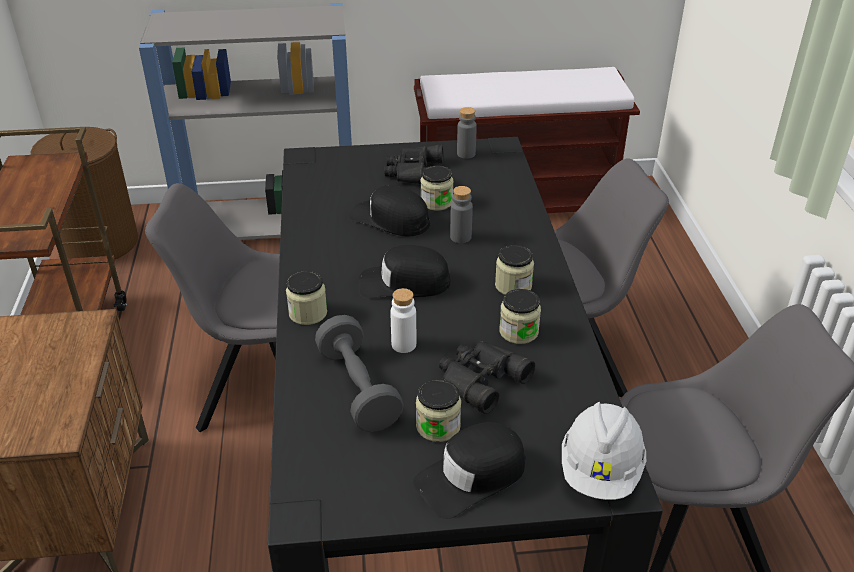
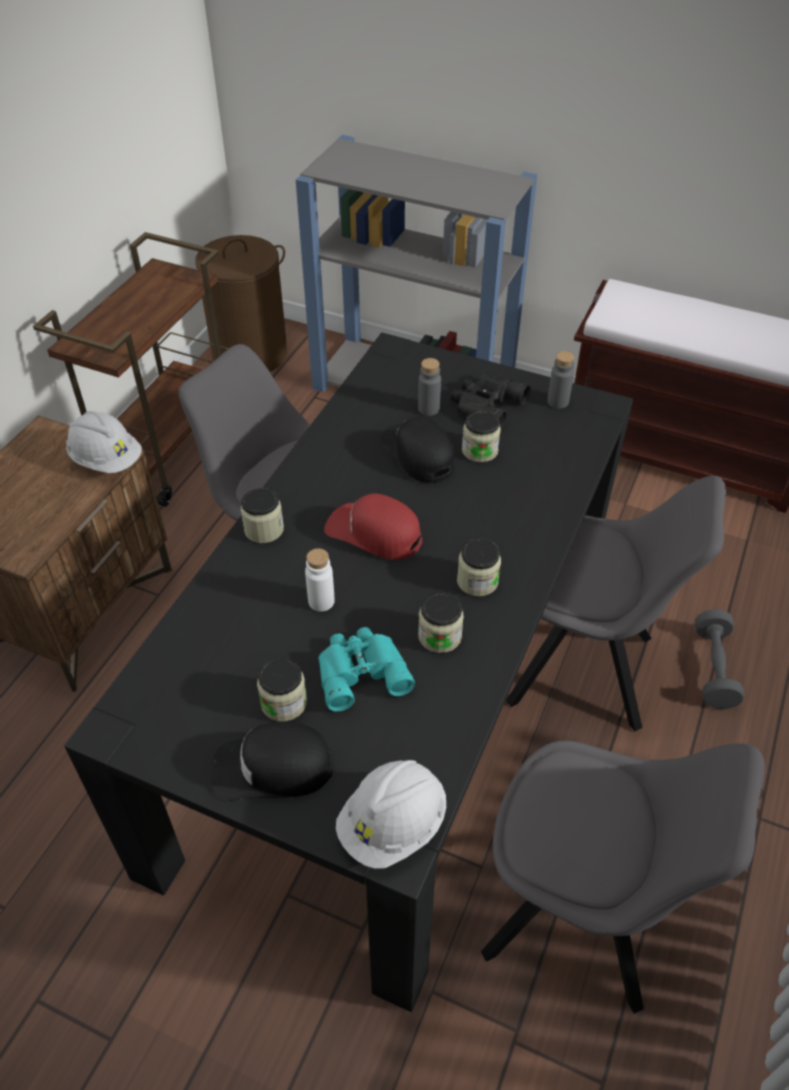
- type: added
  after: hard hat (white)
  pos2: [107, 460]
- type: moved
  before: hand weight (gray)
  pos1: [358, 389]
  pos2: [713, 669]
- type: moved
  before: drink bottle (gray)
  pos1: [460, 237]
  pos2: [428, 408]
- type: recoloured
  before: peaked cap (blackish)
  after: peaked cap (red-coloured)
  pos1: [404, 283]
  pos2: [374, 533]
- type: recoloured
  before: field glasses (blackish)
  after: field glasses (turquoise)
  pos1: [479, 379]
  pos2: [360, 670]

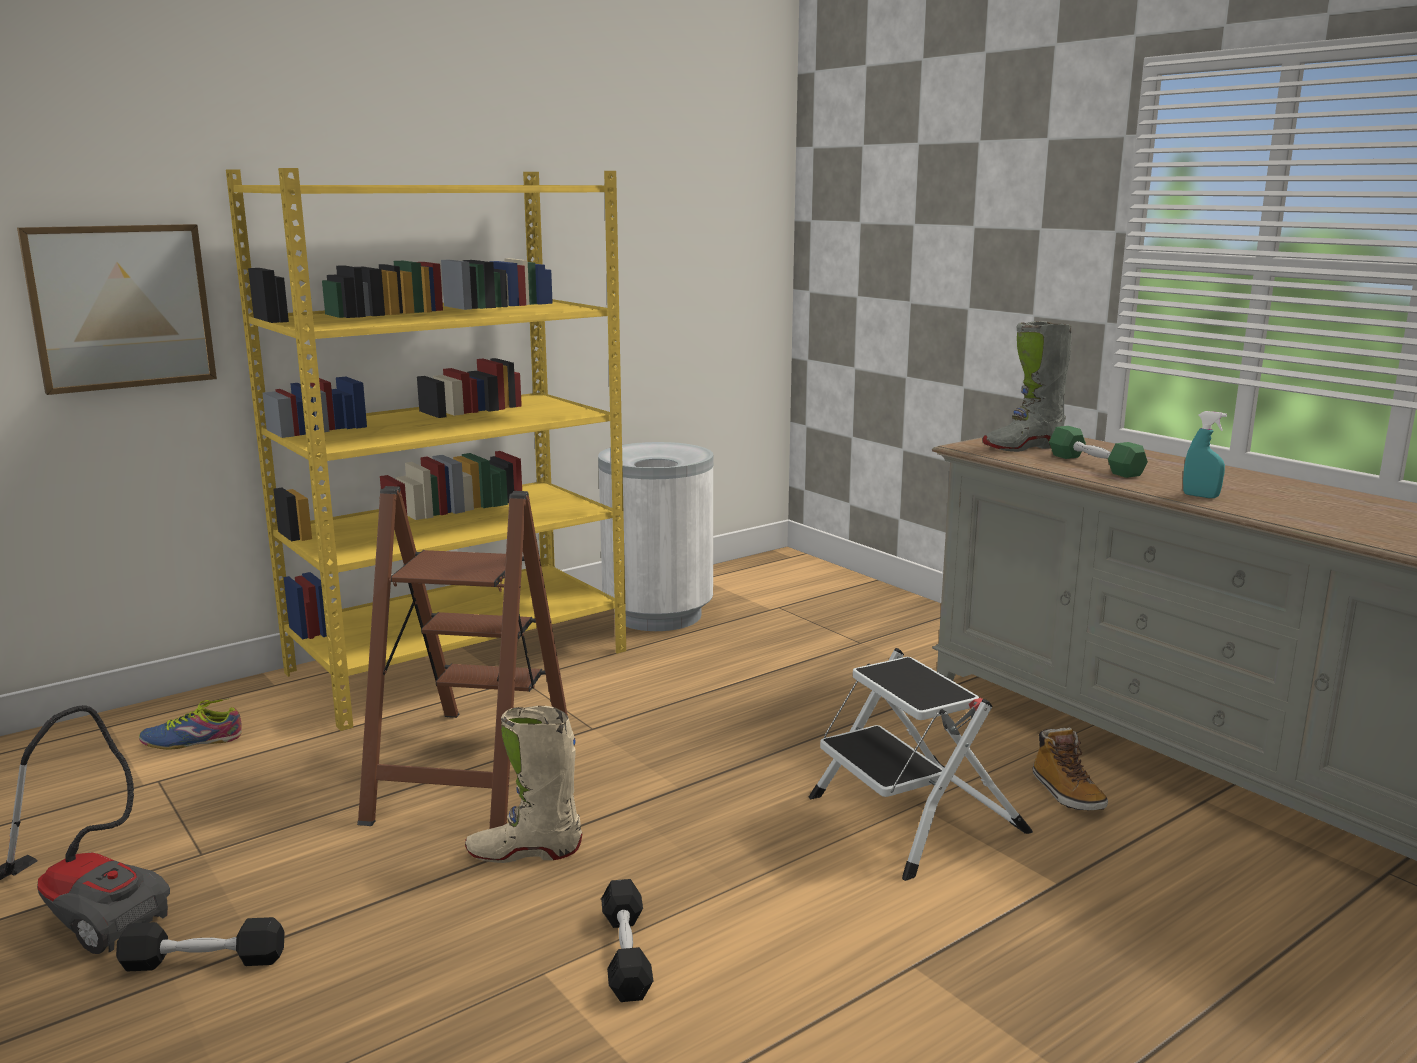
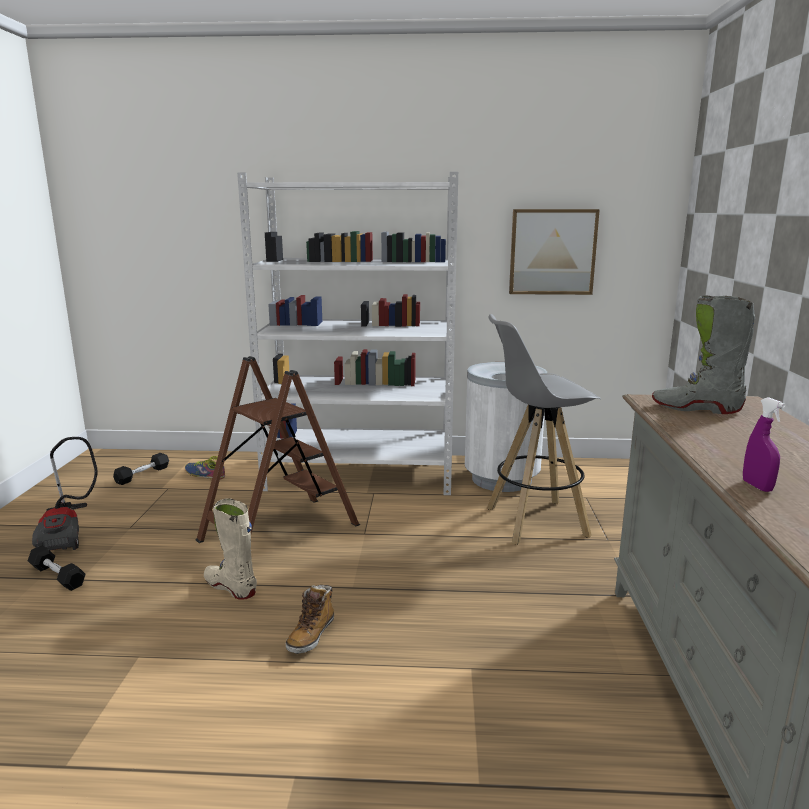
- type: removed
  before: stepladder
  pos1: [916, 817]
- type: removed
  before: hand weight (greenish)
  pos1: [1095, 465]
- type: added
  after: sitting stool (gray)
  pos2: [534, 521]
- type: moved
  before: wall picture
  pos1: [121, 307]
  pos2: [552, 252]
- type: moved
  before: hand weight (blackish)
  pos1: [626, 953]
  pos2: [142, 475]
- type: moved
  before: high-top boot
  pos1: [1066, 793]
  pos2: [311, 635]
- type: recoloured
  before: bookshelf (yellow-coloured)
  after: bookshelf (white)
  pos1: [459, 661]
  pos2: [361, 473]
- type: recoloured
  before: hand sprayer (turquoise)
  after: hand sprayer (purple-coloured)
  pos1: [1200, 496]
  pos2: [757, 486]

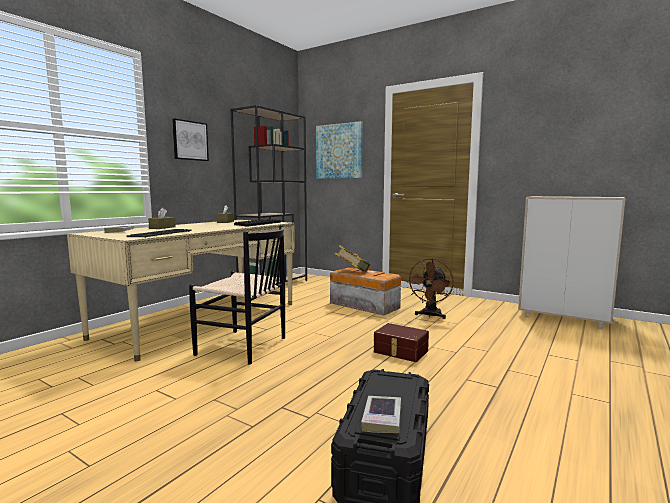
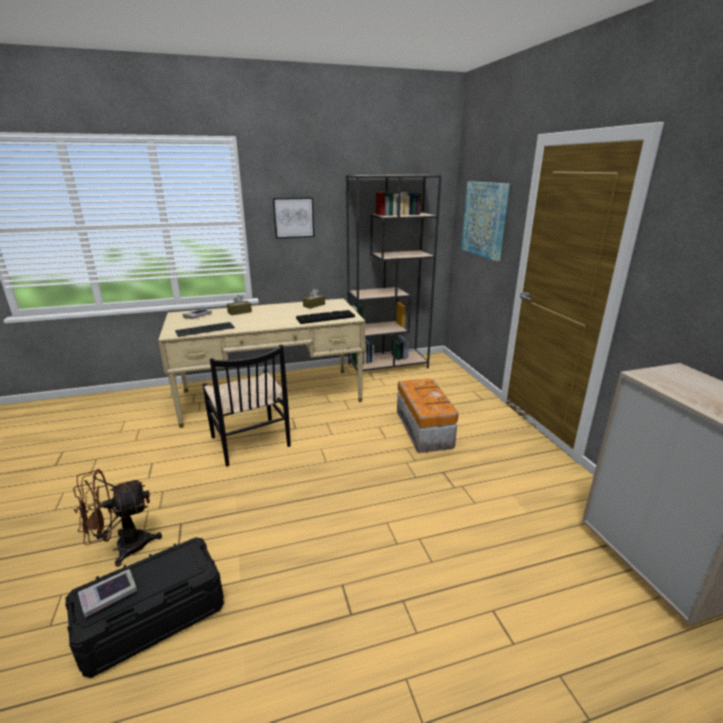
- type: removed
  before: volume
  pos1: [352, 272]
- type: removed
  before: storage container (brown-coloured)
  pos1: [400, 352]
- type: moved
  before: electric fan (brown-coloured)
  pos1: [430, 315]
  pos2: [123, 547]

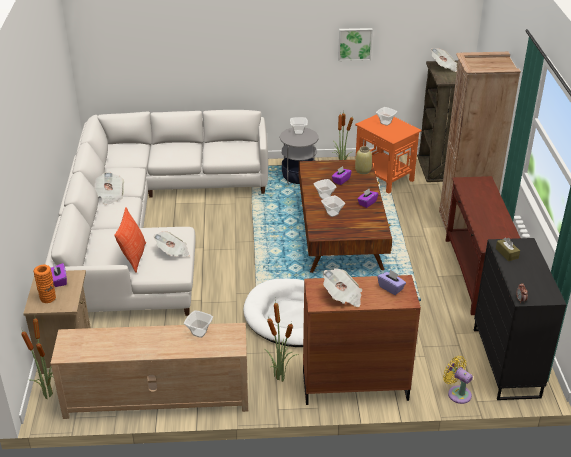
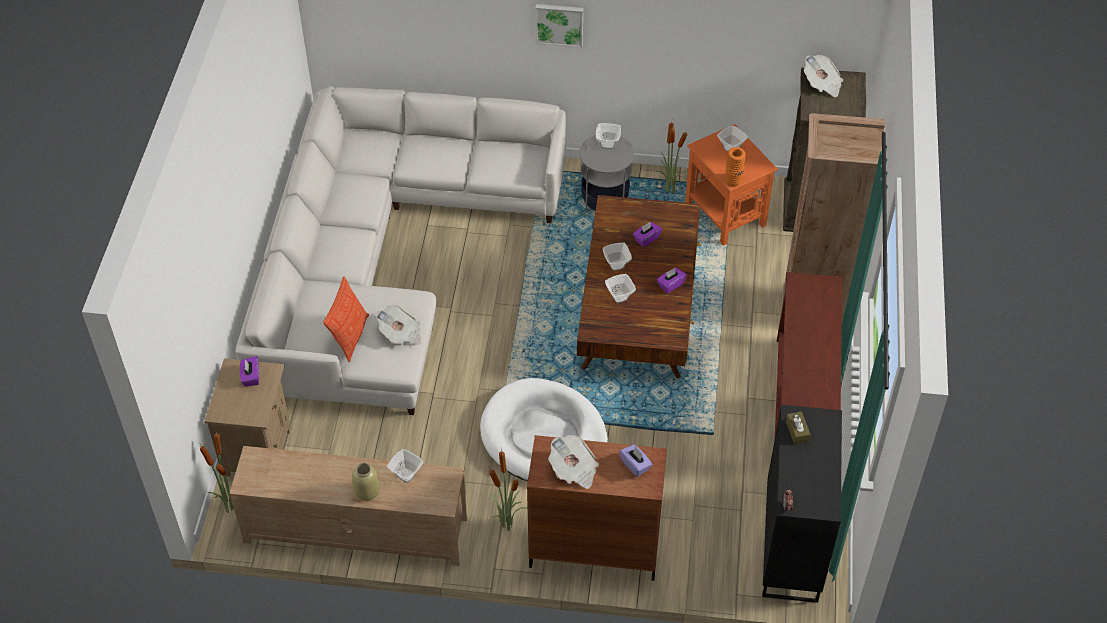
- type: removed
  before: daily paper
  pos1: [110, 195]
- type: removed
  before: electric fan (yellow-coloured)
  pos1: [457, 393]
- type: moved
  before: vase (orange-coloured)
  pos1: [48, 298]
  pos2: [733, 181]
- type: moved
  before: wall picture
  pos1: [354, 43]
  pos2: [559, 24]
- type: moved
  before: vase (beige-coloured)
  pos1: [363, 171]
  pos2: [367, 492]

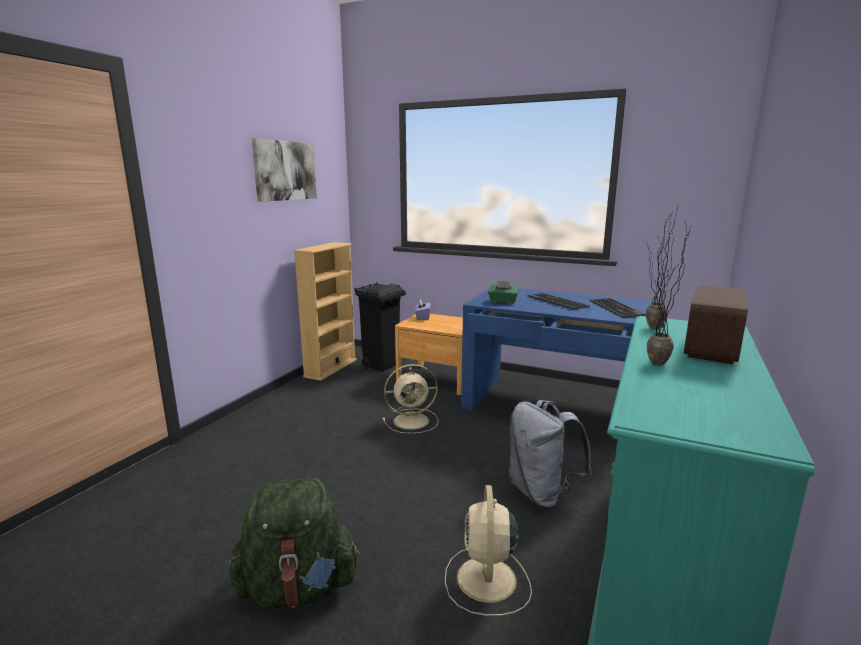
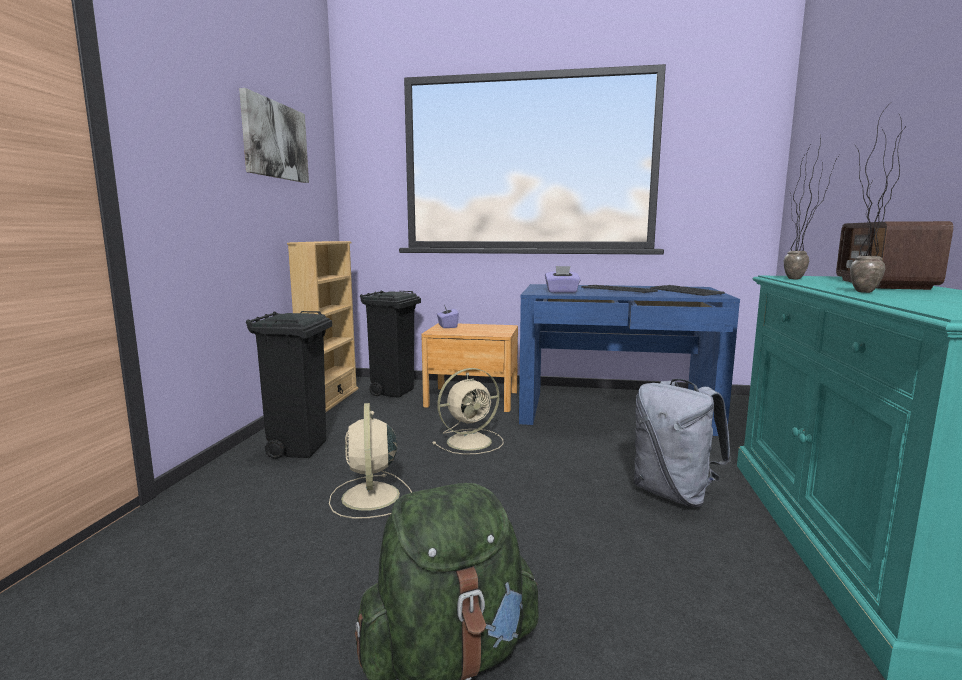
- type: added
  after: trash can (blackish)
  pos2: [299, 448]
- type: moved
  before: electric fan (beige-coloured)
  pos1: [486, 581]
  pos2: [370, 498]
- type: recoloured
  before: tissue holder (greenish)
  after: tissue holder (purple-coloured)
  pos1: [503, 302]
  pos2: [562, 291]

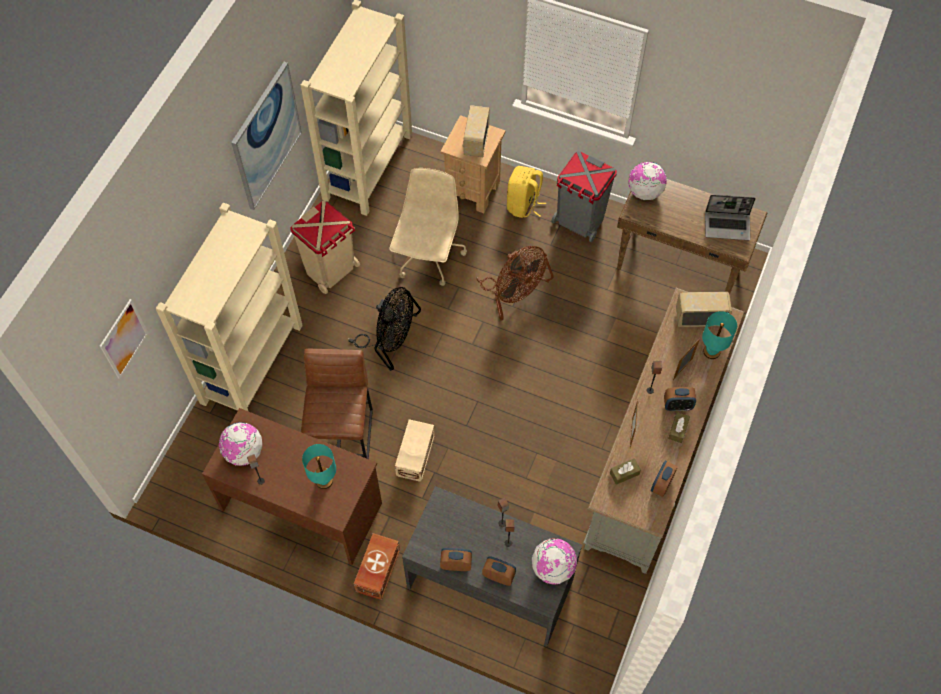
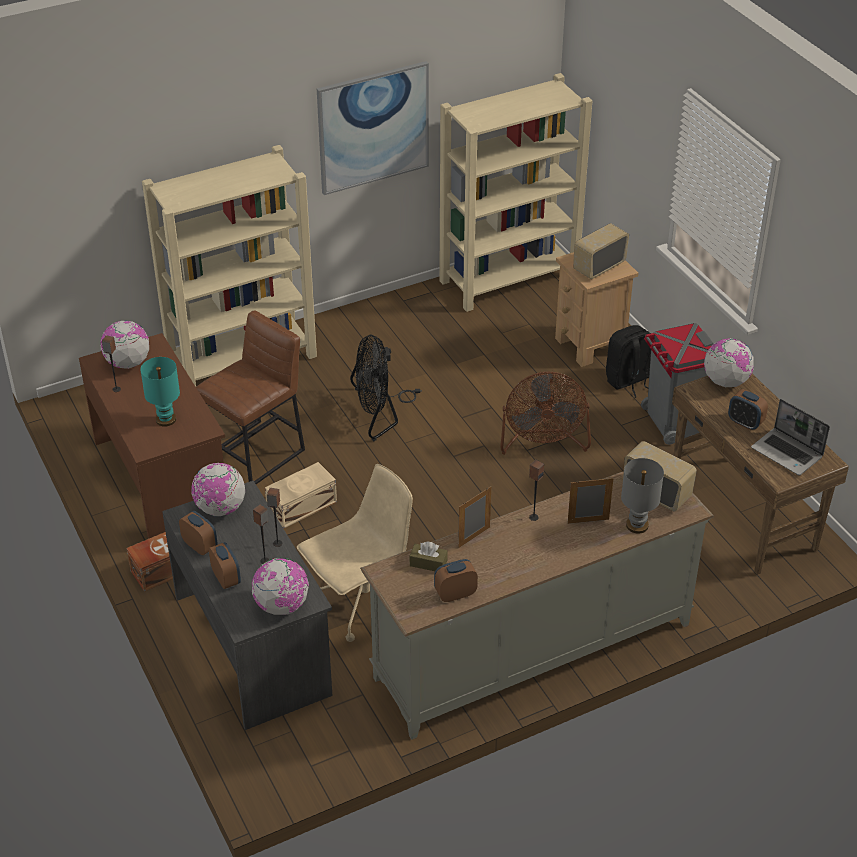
- type: removed
  before: wall picture
  pos1: [124, 339]
- type: removed
  before: trash can (beige-coloured)
  pos1: [331, 271]
- type: removed
  before: tissue holder (brown-coloured)
  pos1: [678, 429]
- type: added
  after: globe
  pos2: [220, 509]
- type: moved
  before: desk chair (beige-coloured)
  pos1: [428, 260]
  pos2: [362, 606]
- type: moved
  before: bedside clock
  pos1: [677, 405]
  pos2: [745, 423]
- type: recoloured
  before: backpack (yellow-coloured)
  after: backpack (blackish)
  pos1: [523, 205]
  pos2: [629, 381]
- type: recoloured
  before: table lamp (turquoise)
  after: table lamp (gray)
  pos1: [711, 352]
  pos2: [636, 525]
- type: turned
  before: electric fan (blackish)
  pos1: [389, 340]
  pos2: [380, 410]
  turn: 105

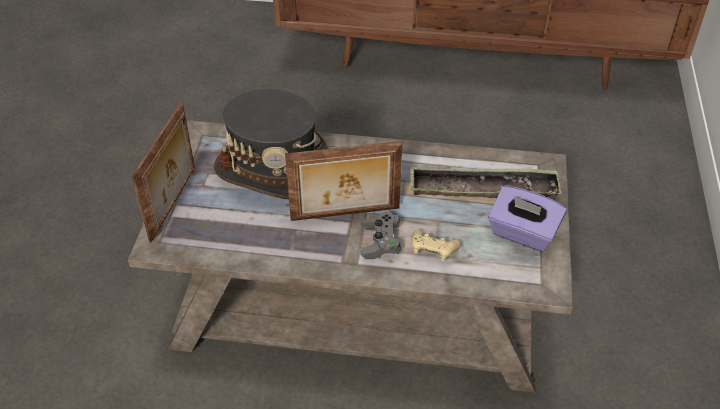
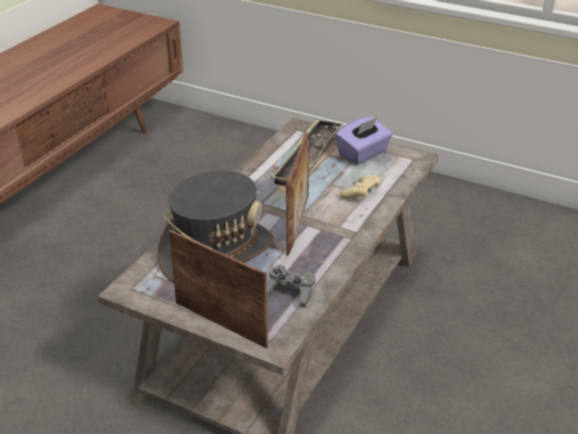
- type: moved
  before: game controller (gray)
  pos1: [380, 242]
  pos2: [290, 292]

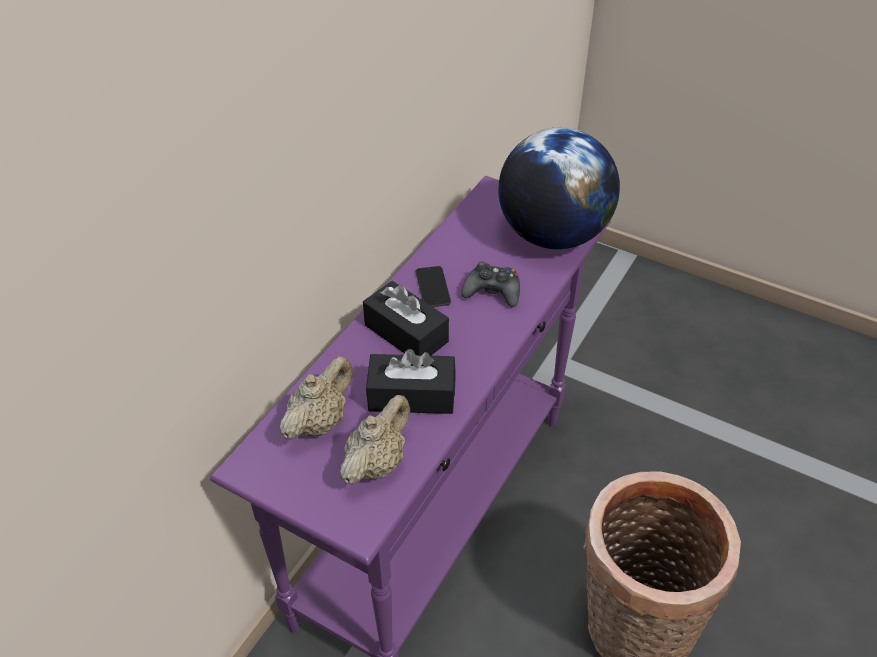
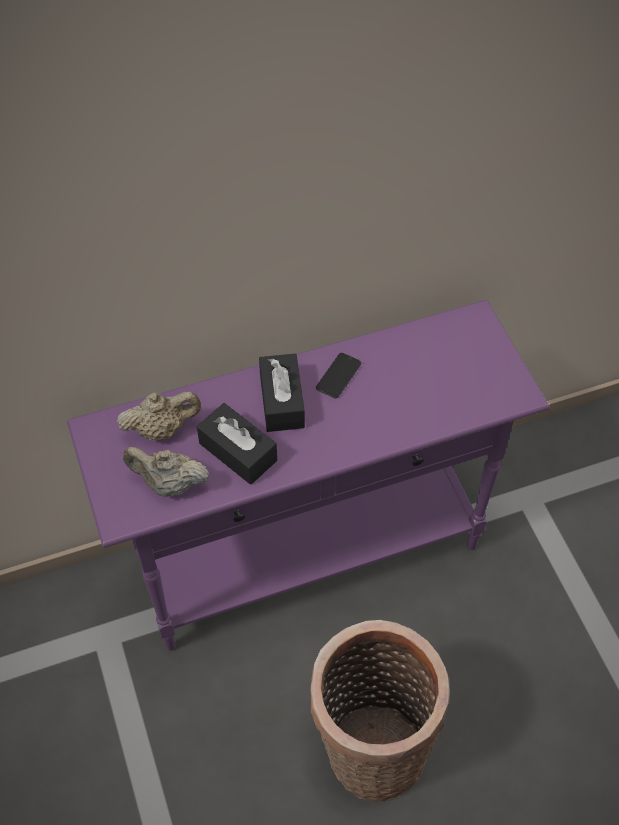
- type: removed
  before: game controller (blackish)
  pos1: [492, 291]
- type: removed
  before: globe
  pos1: [552, 235]
- type: turned
  before: teapot (beige-coloured)
  pos1: [377, 463]
  pos2: [169, 484]
  turn: -150

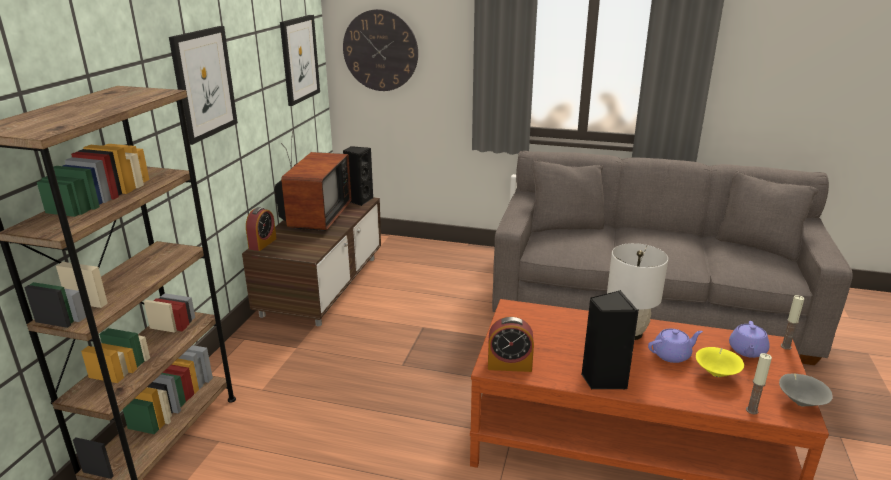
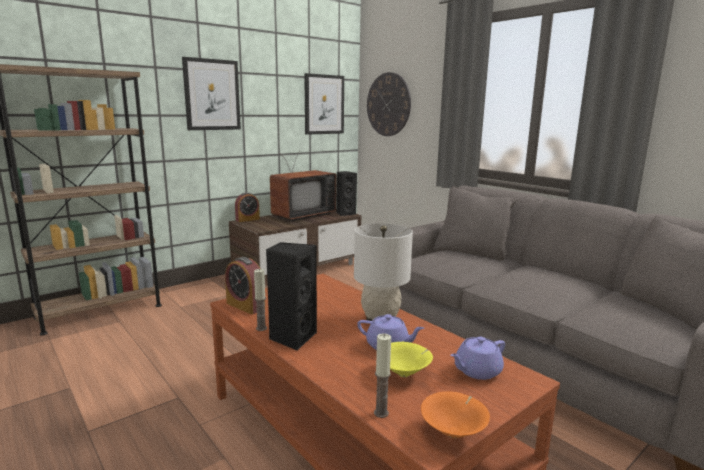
- type: moved
  before: wax candle
  pos1: [786, 346]
  pos2: [261, 328]
- type: recoloured
  before: serving bowl (gray)
  after: serving bowl (orange-coloured)
  pos1: [800, 402]
  pos2: [454, 432]

